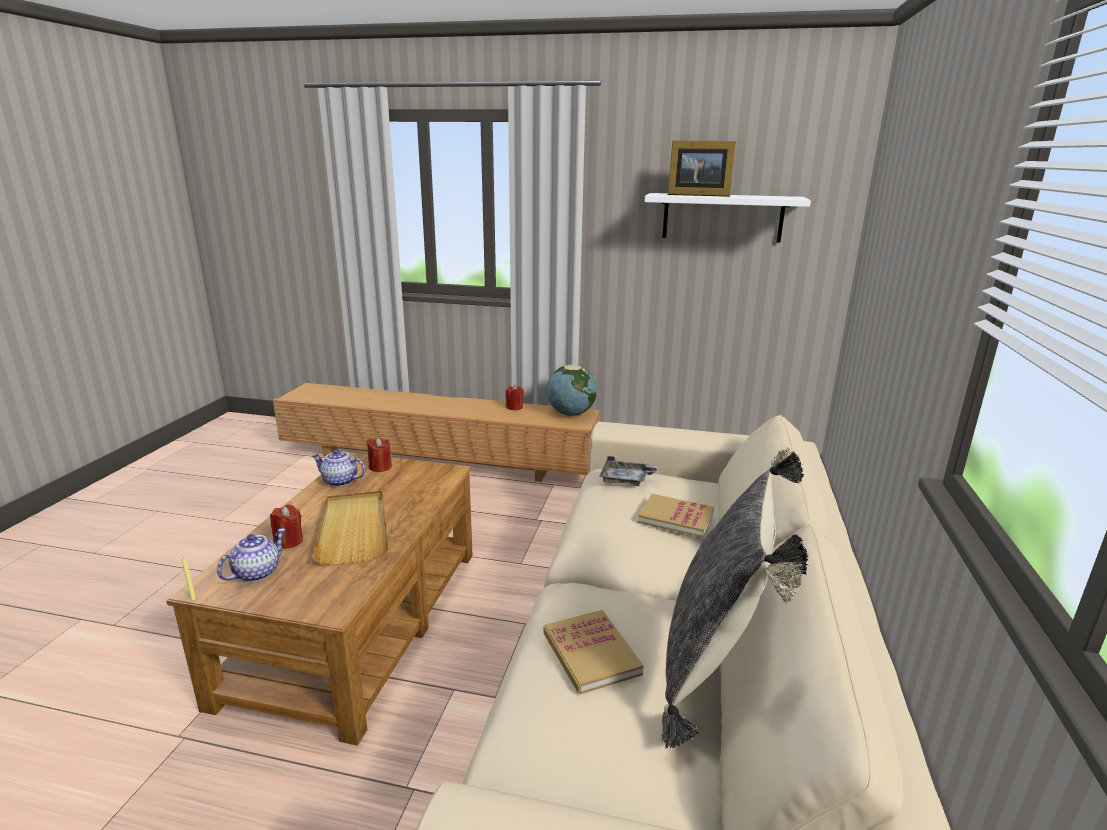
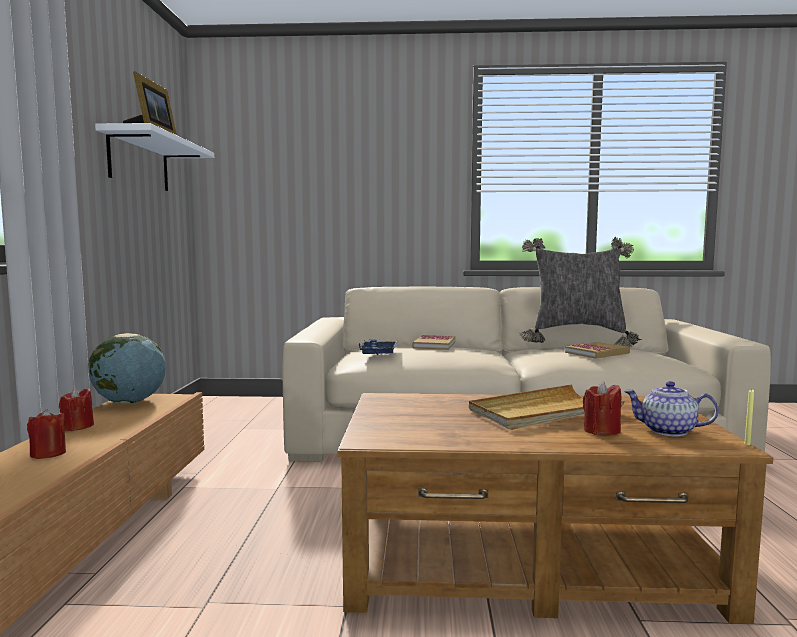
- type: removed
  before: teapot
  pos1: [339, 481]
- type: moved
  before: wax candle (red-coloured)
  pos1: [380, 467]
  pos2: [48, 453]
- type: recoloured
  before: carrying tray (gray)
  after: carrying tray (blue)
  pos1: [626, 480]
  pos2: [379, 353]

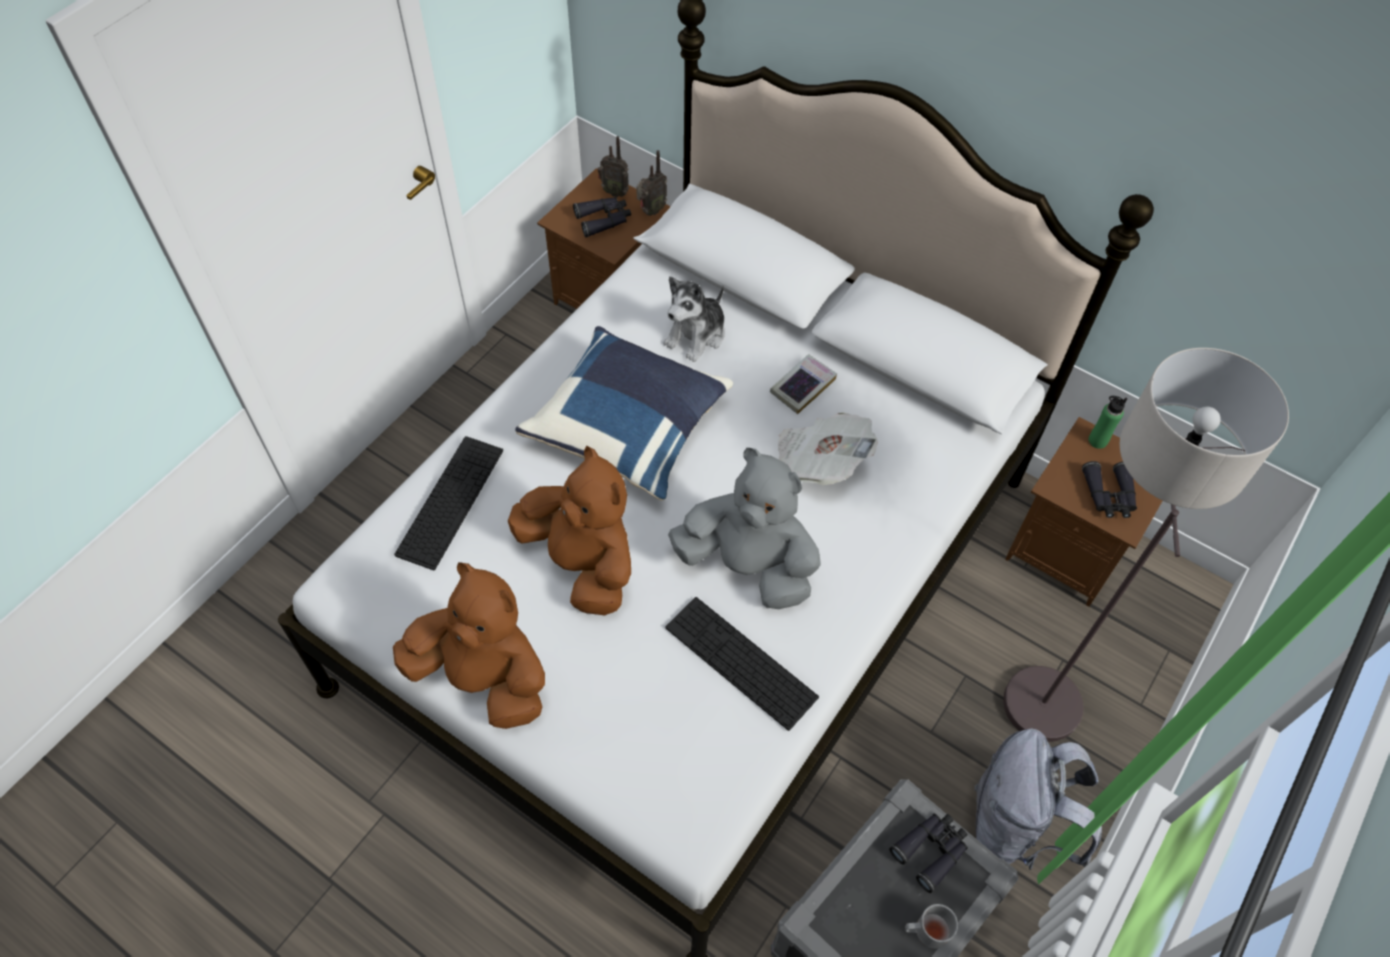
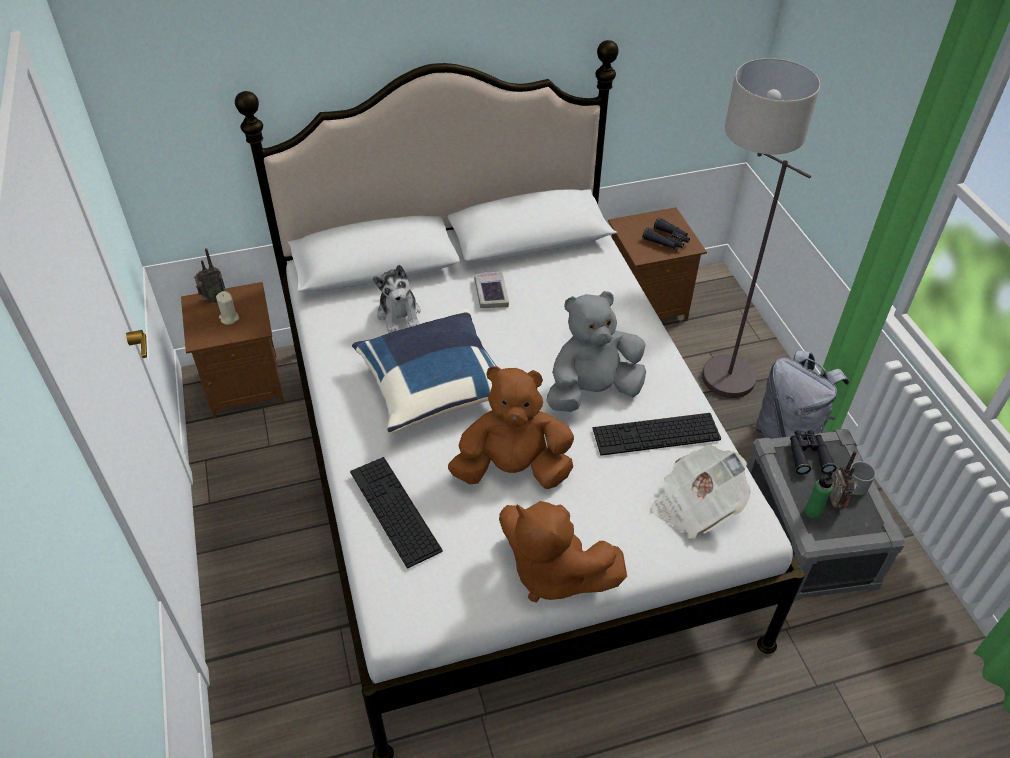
- type: moved
  before: radio
  pos1: [650, 211]
  pos2: [833, 503]
- type: moved
  before: daily paper
  pos1: [819, 462]
  pos2: [695, 505]
- type: moved
  before: drink bottle (greenish)
  pos1: [1097, 440]
  pos2: [812, 512]
- type: replaced
  before: field glasses (blackish)
  after: wax candle (beige-coloured)
  pos1: [604, 220]
  pos2: [229, 318]
- type: turned
  before: cuddly toy (brown-coloured)
  pos1: [484, 678]
  pos2: [552, 572]
  turn: -120

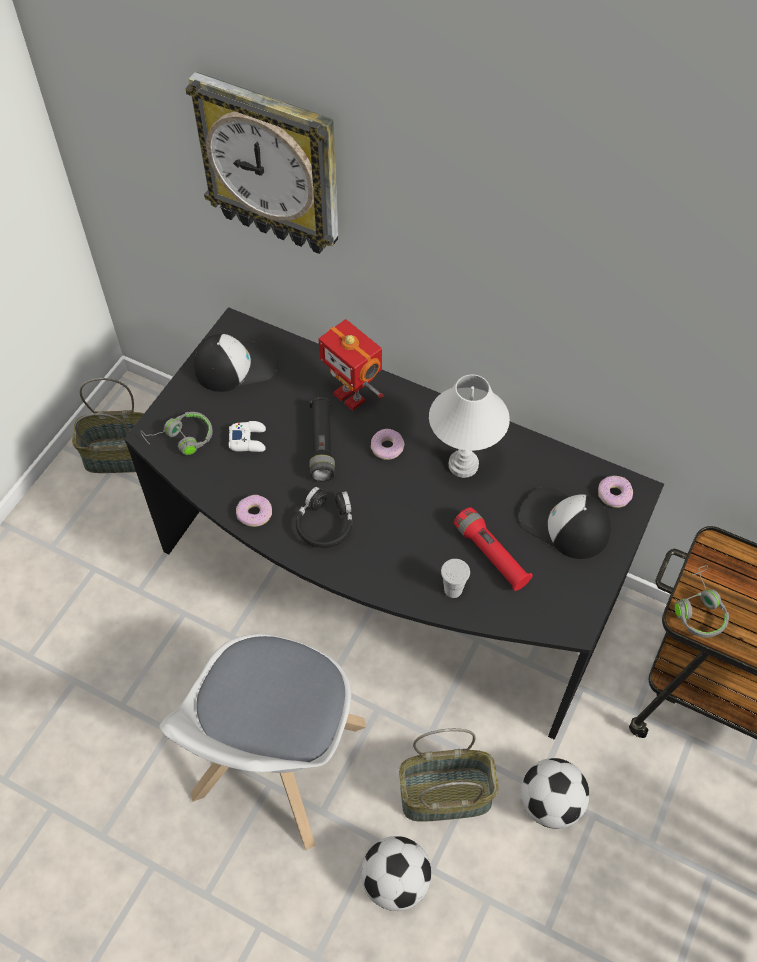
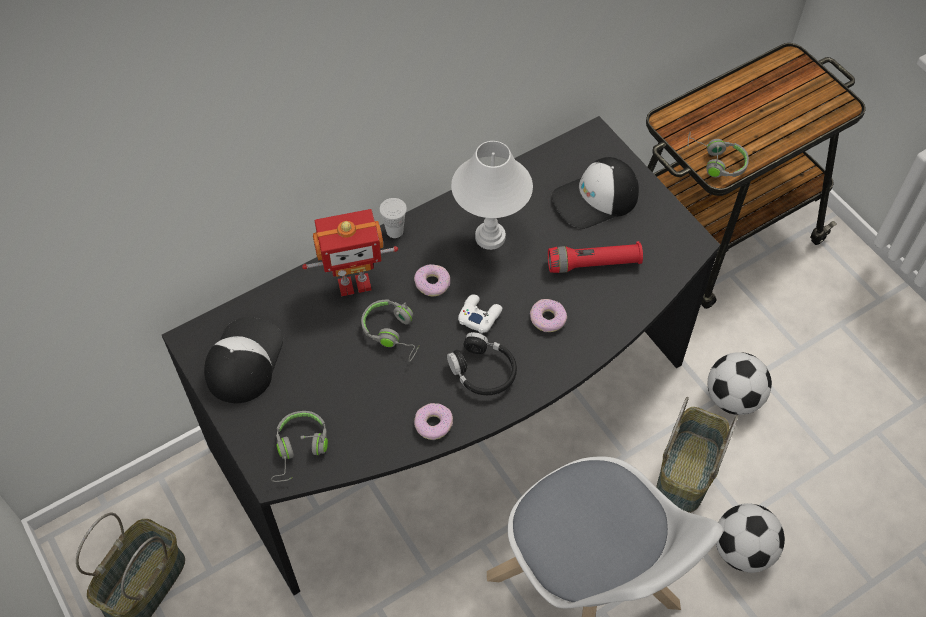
- type: removed
  before: clock on the wall
  pos1: [271, 166]
- type: moved
  before: game controller (white)
  pos1: [248, 440]
  pos2: [479, 315]
- type: moved
  before: small cup (white)
  pos1: [453, 590]
  pos2: [394, 231]
- type: moved
  before: ring doughnut
  pos1: [614, 495]
  pos2: [547, 319]
- type: replaced
  before: torch (blackish)
  after: headphones (gray)
  pos1: [322, 445]
  pos2: [393, 333]

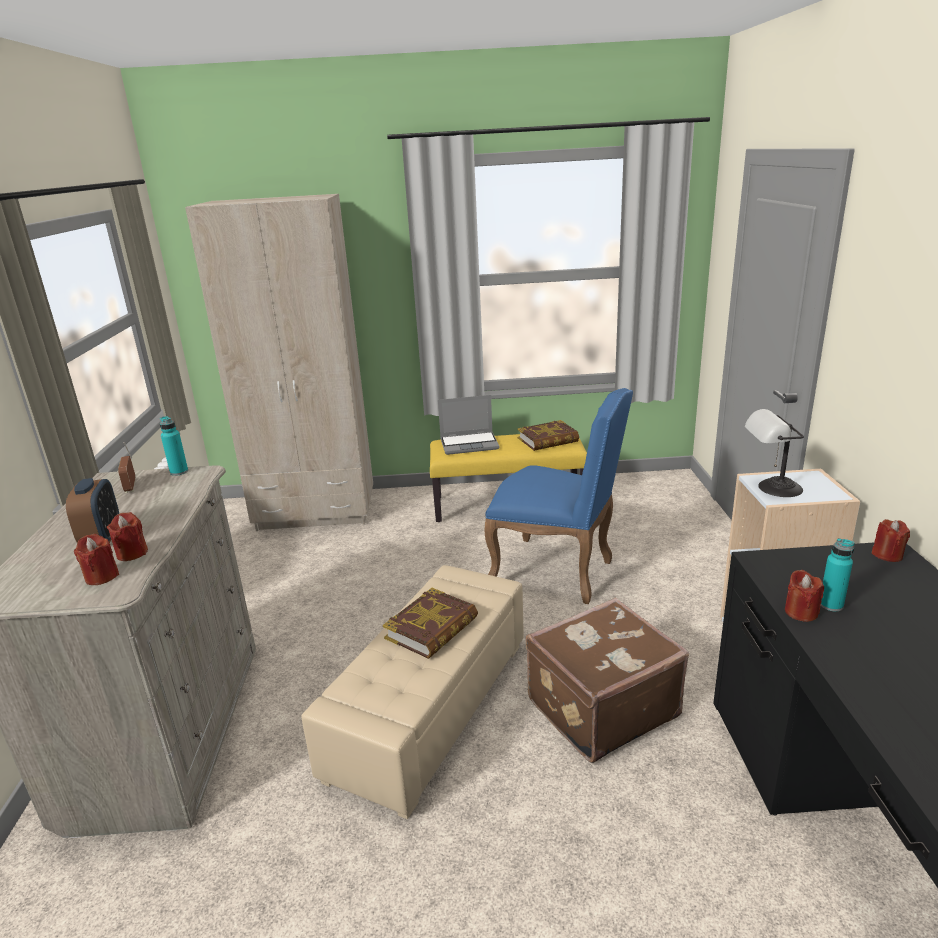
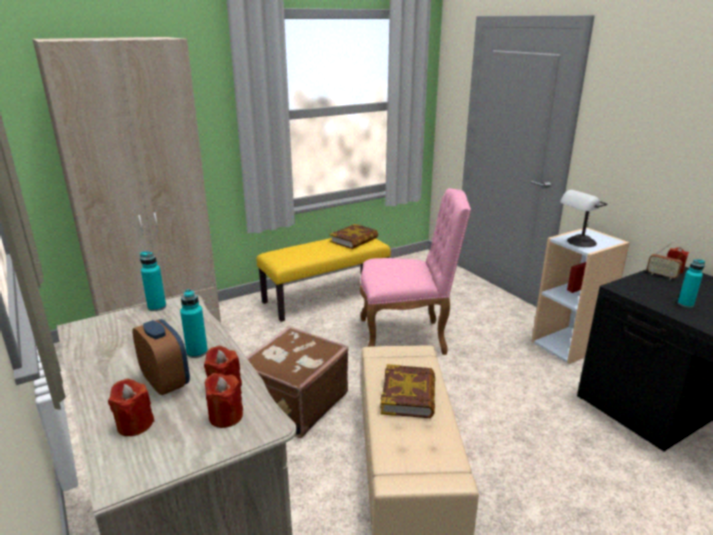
- type: removed
  before: laptop
  pos1: [470, 444]
- type: added
  after: drink bottle (turquoise)
  pos2: [197, 352]
- type: moved
  before: radio
  pos1: [131, 487]
  pos2: [661, 275]
- type: moved
  before: travel case (brown-coloured)
  pos1: [600, 707]
  pos2: [293, 403]
- type: moved
  before: wax candle (red-coloured)
  pos1: [801, 612]
  pos2: [135, 424]
- type: recoloured
  before: chair (blue)
  after: chair (pink-coloured)
  pos1: [555, 572]
  pos2: [404, 338]

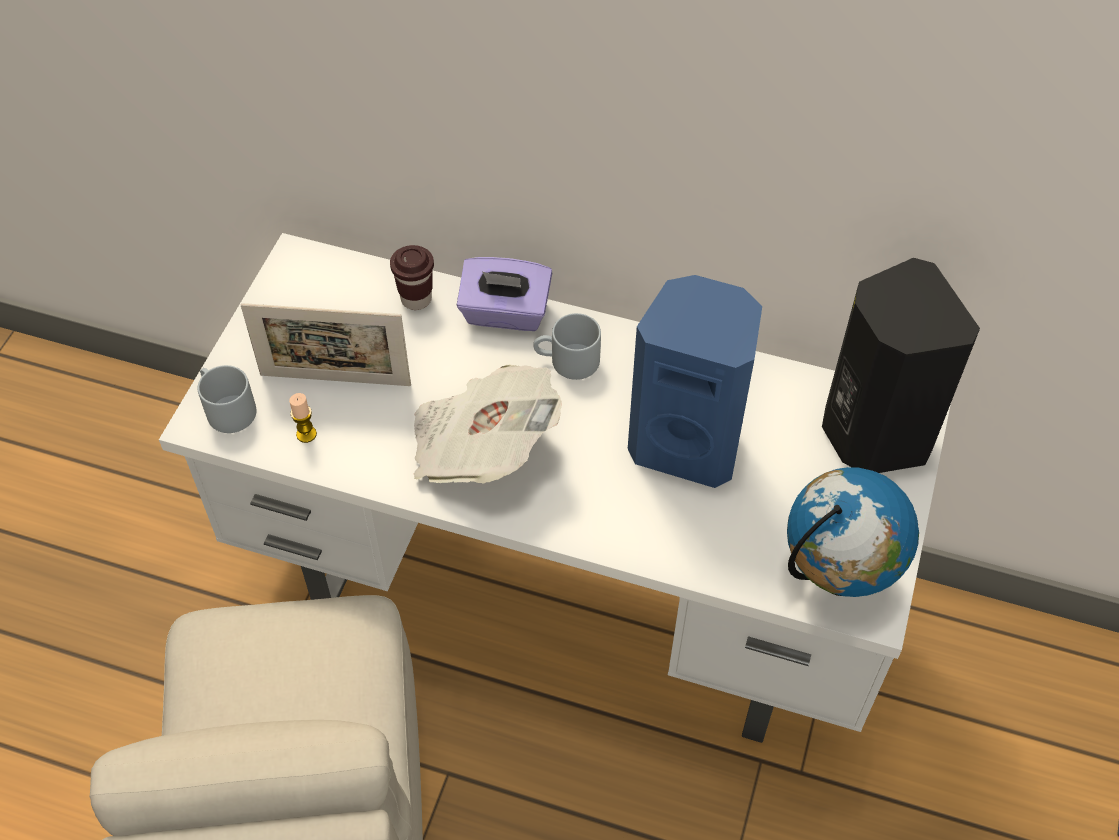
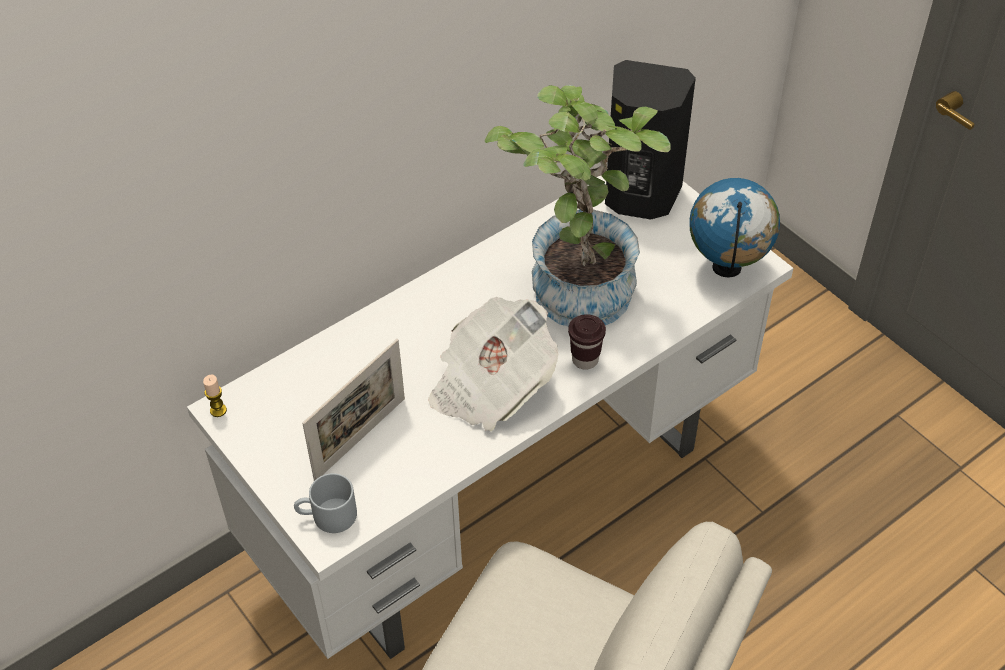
- type: removed
  before: tissue holder (purple-coloured)
  pos1: [505, 313]
- type: removed
  before: coffee mug (gray)
  pos1: [567, 361]
- type: moved
  before: wax candle
  pos1: [306, 434]
  pos2: [218, 410]
- type: moved
  before: small cup (brown-coloured)
  pos1: [416, 299]
  pos2: [585, 360]
- type: replaced
  before: audio speaker (blue)
  after: potted plant
  pos1: [688, 443]
  pos2: [576, 281]

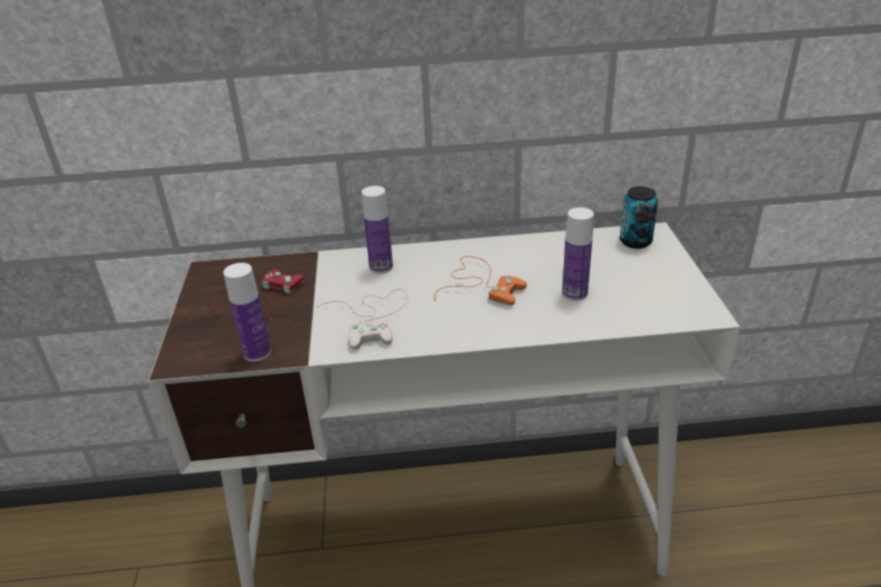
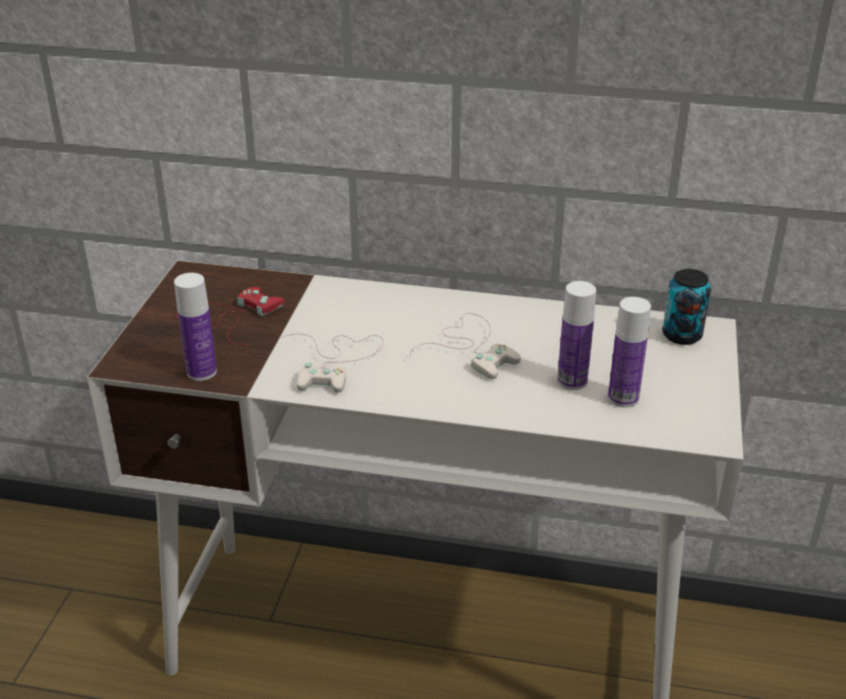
- type: moved
  before: drink bottle
  pos1: [381, 267]
  pos2: [623, 398]
- type: recoloured
  before: game controller (orange-coloured)
  after: game controller (white)
  pos1: [480, 284]
  pos2: [471, 348]

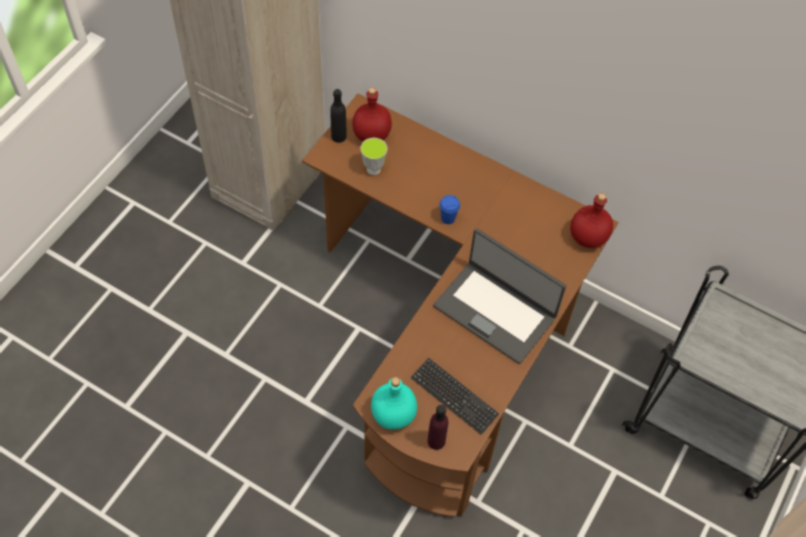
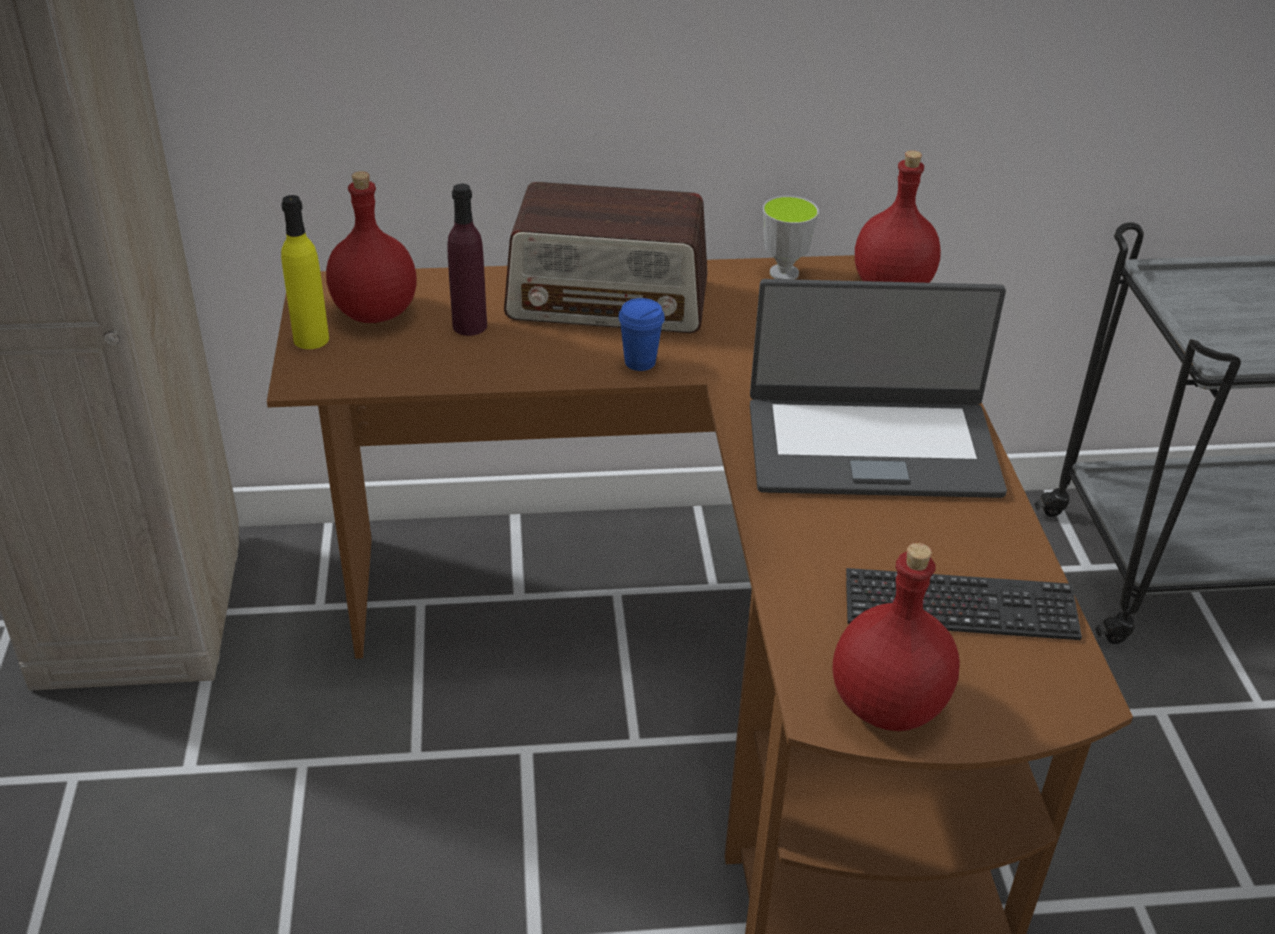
- type: added
  after: radio
  pos2: [609, 300]
- type: moved
  before: small cup
  pos1: [373, 169]
  pos2: [784, 273]
- type: moved
  before: drink bottle (purple-coloured)
  pos1: [436, 441]
  pos2: [469, 326]
- type: recoloured
  before: drink bottle (blackish)
  after: drink bottle (yellow-coloured)
  pos1: [338, 136]
  pos2: [311, 339]
- type: recoloured
  before: drink bottle (turquoise)
  after: drink bottle (red-coloured)
  pos1: [393, 415]
  pos2: [889, 707]

